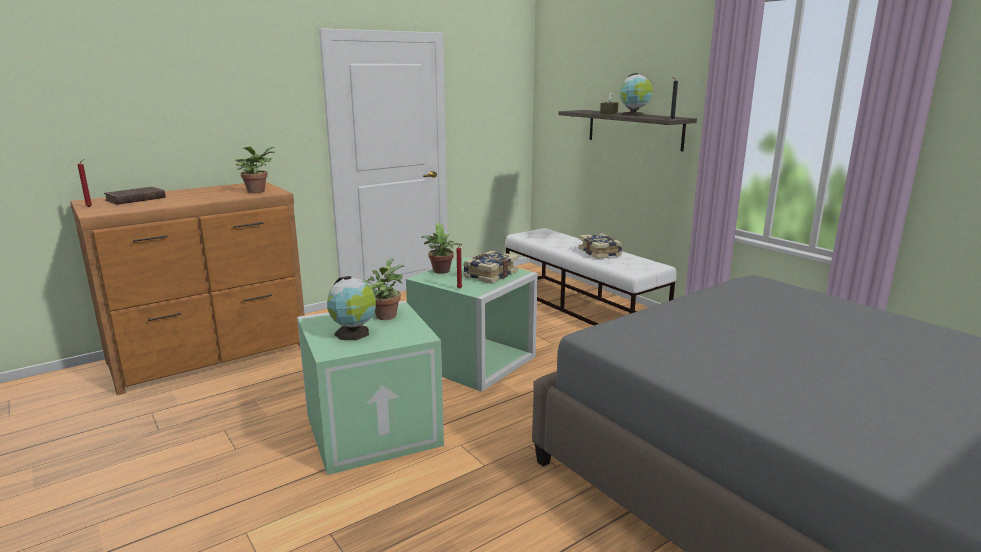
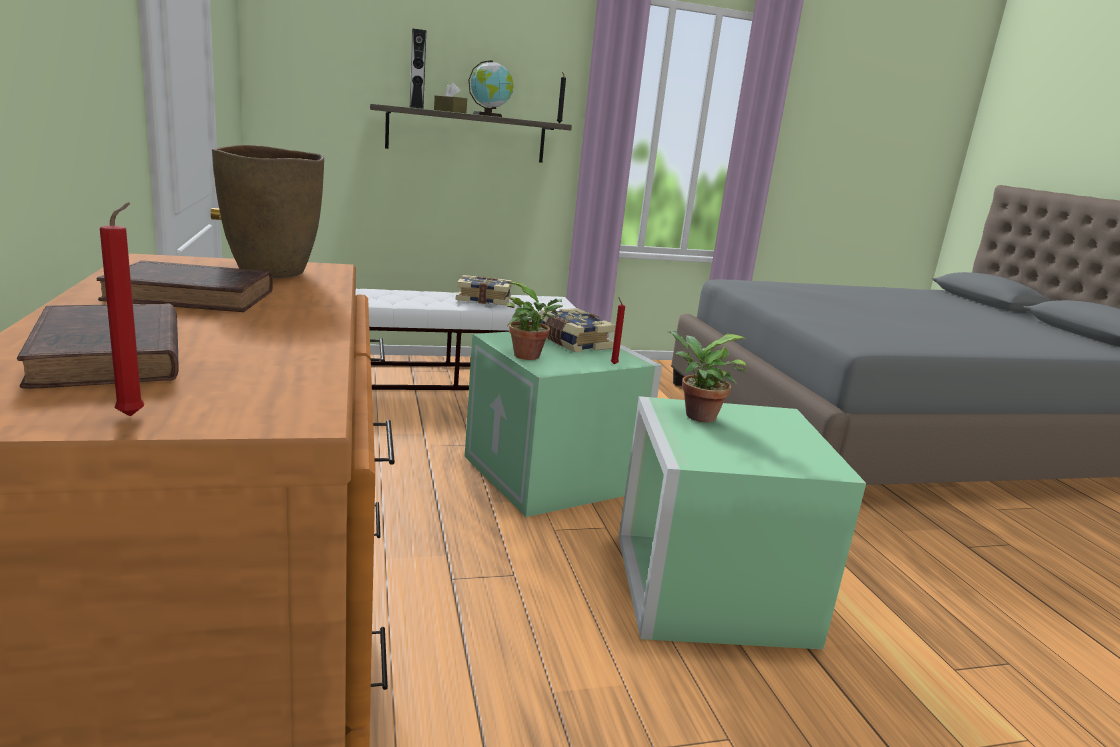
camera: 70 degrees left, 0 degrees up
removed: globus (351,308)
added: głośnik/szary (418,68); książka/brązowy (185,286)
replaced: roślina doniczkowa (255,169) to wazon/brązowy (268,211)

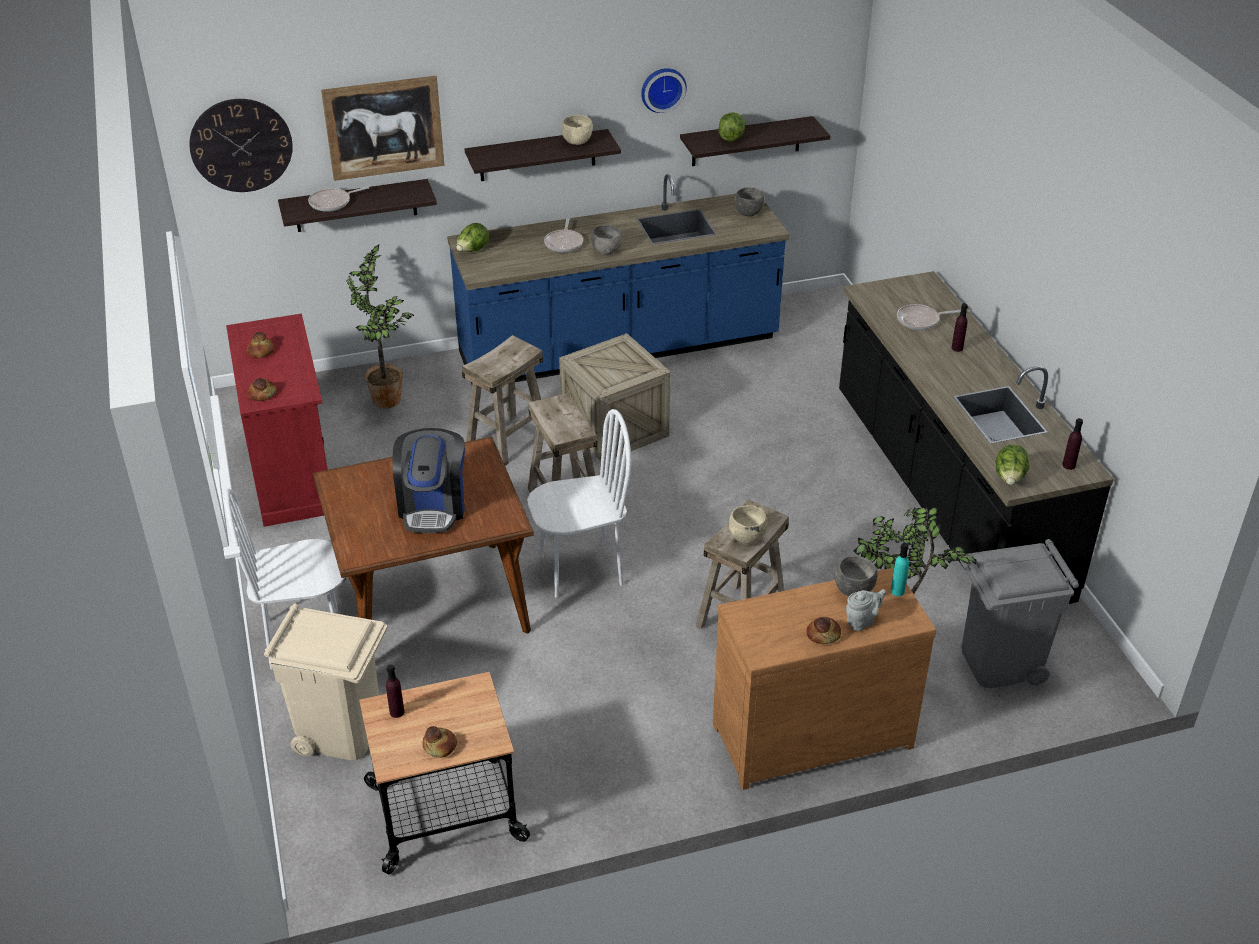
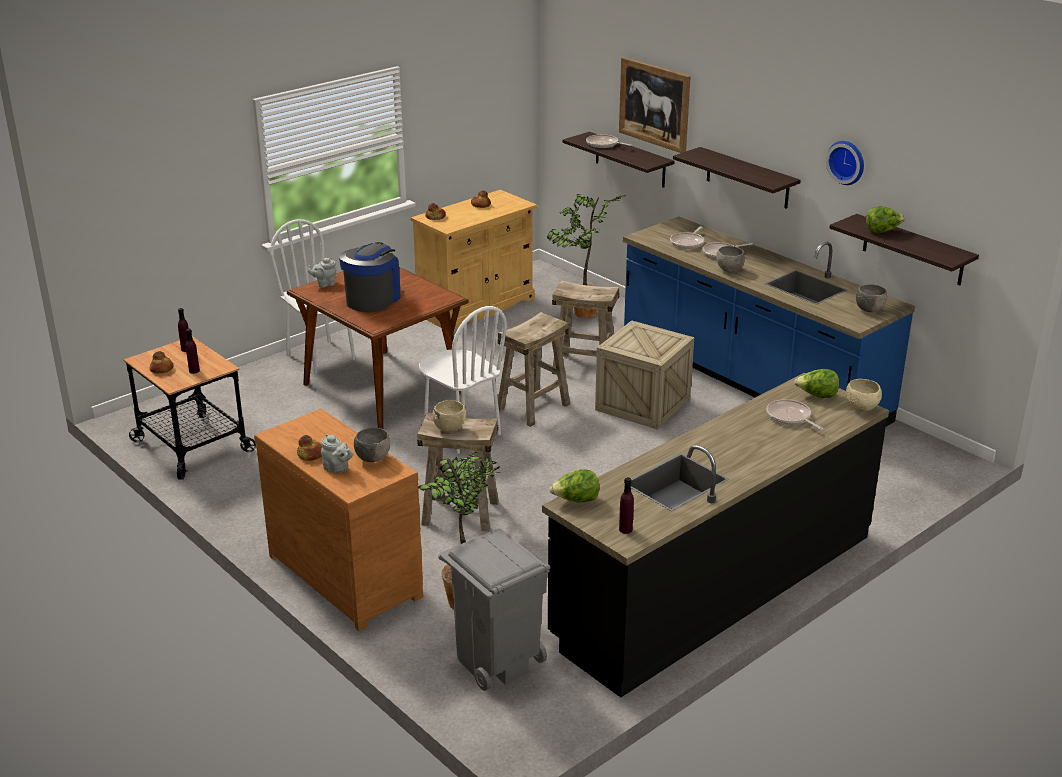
camera: 65 degrees right, 10 degrees down
removed: zegar ścienny (241,145); butelka/turkusowy (900,569); kosz na śmieci/beżowy (325,682)
added: patelnia (687,237); imbryk/szary (322,273)
moved: miska/beżowy (577,130) to (864,395); sałata (472,237) to (816,383); butelka/fioletowy (960,327) to (193,351)
recoloured: szafka/czerwony (277,420) to szafka/beżowy (474,260)
turned: ekspres do kawy (429,480) = (370,277) 135 degrees clockwise

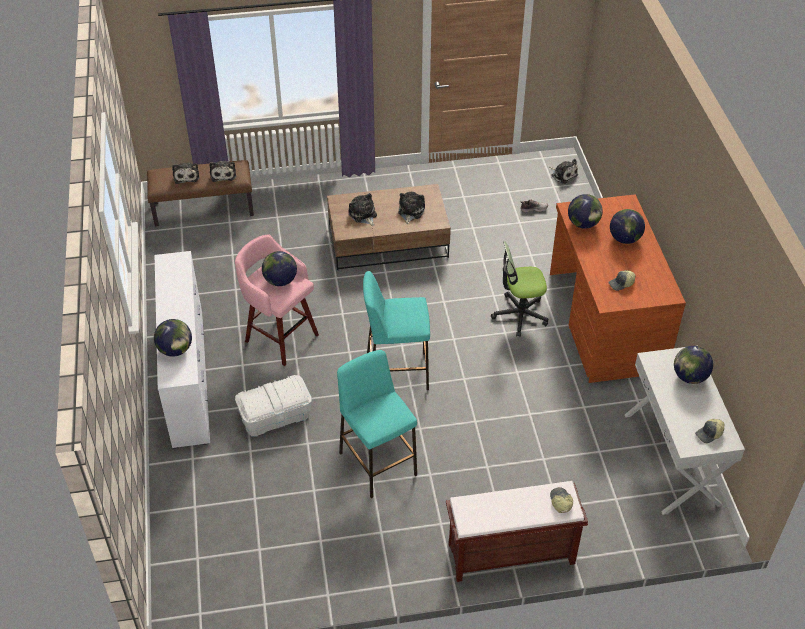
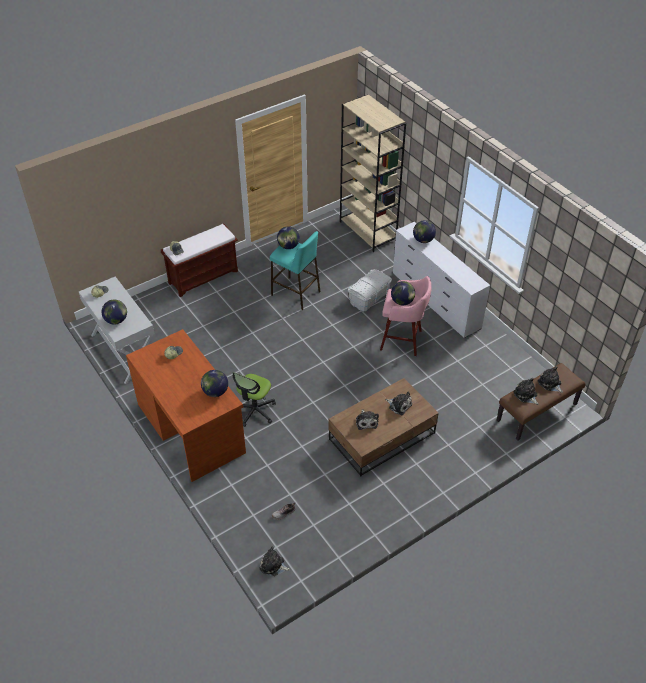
camera: 155 degrees right, 0 degrees up
removed: stołek/turkusowy (396,330)
added: regał/beżowy (373,173)
moved: globus (627,226) to (288,237)
turned: krzesło biurowe (519,289) = (254,399) 150 degrees clockwise

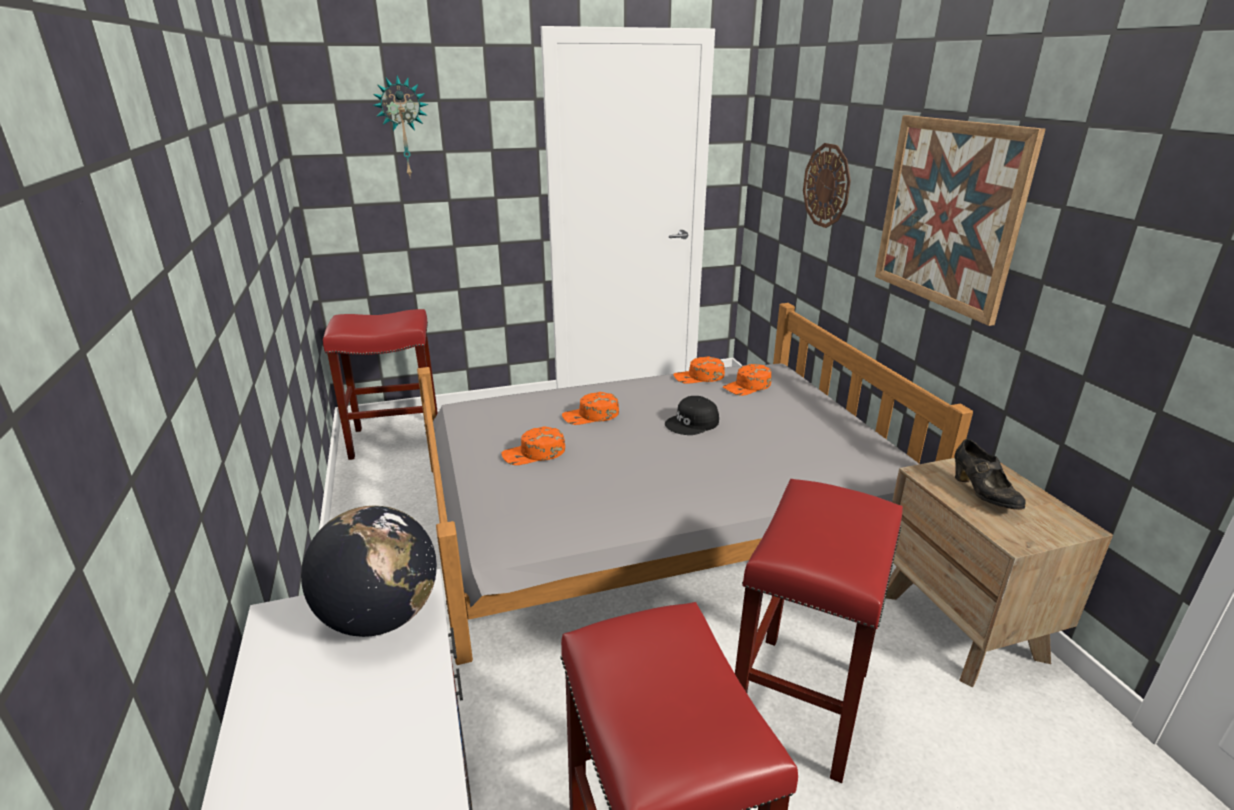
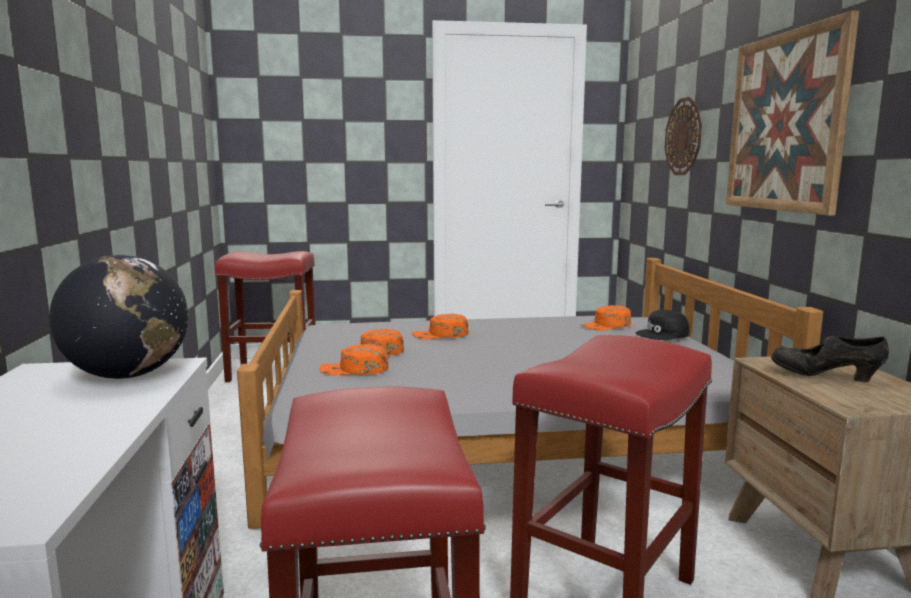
camera: 10 degrees right, 15 degrees down
removed: zegar ścienny (400,125)
moved: czapka z daszkiem/pomarańczowy (699,370) to (354,359); czapka z daszkiem/czarny (692,415) to (662,325)
turned: but/czarny (990,474) = (830,359) 120 degrees clockwise

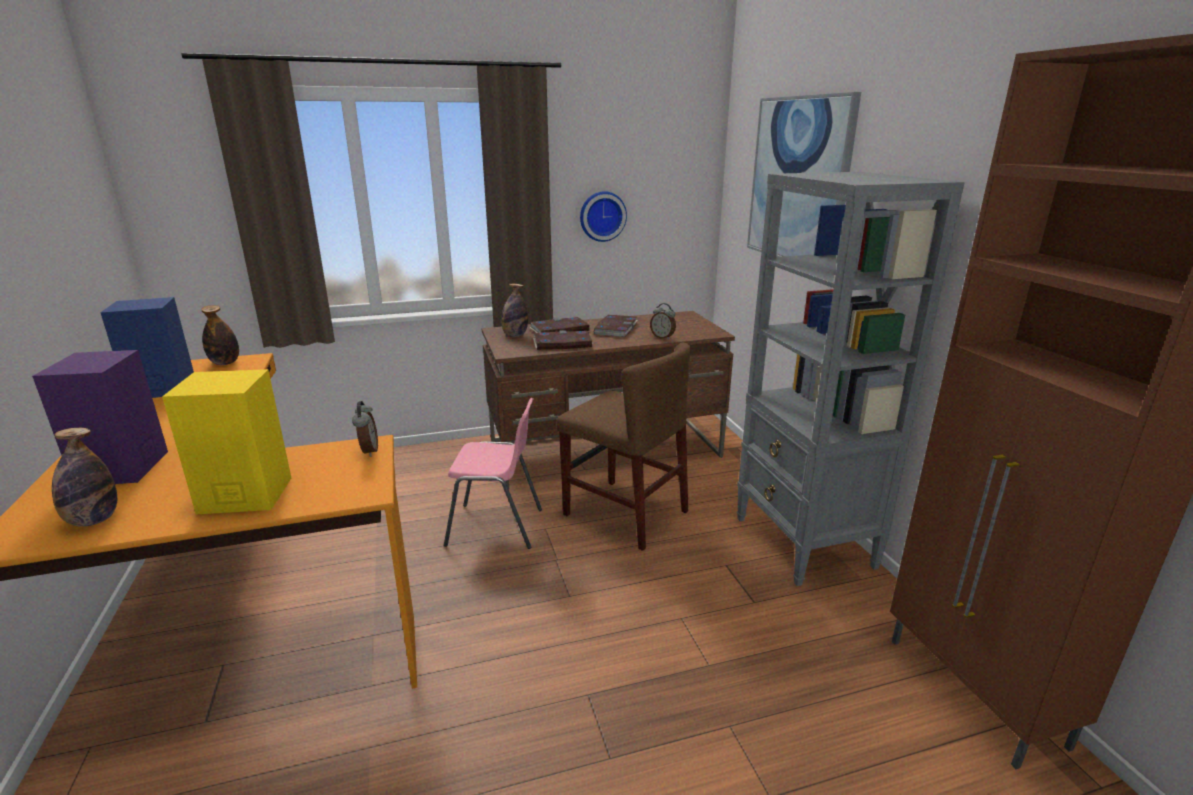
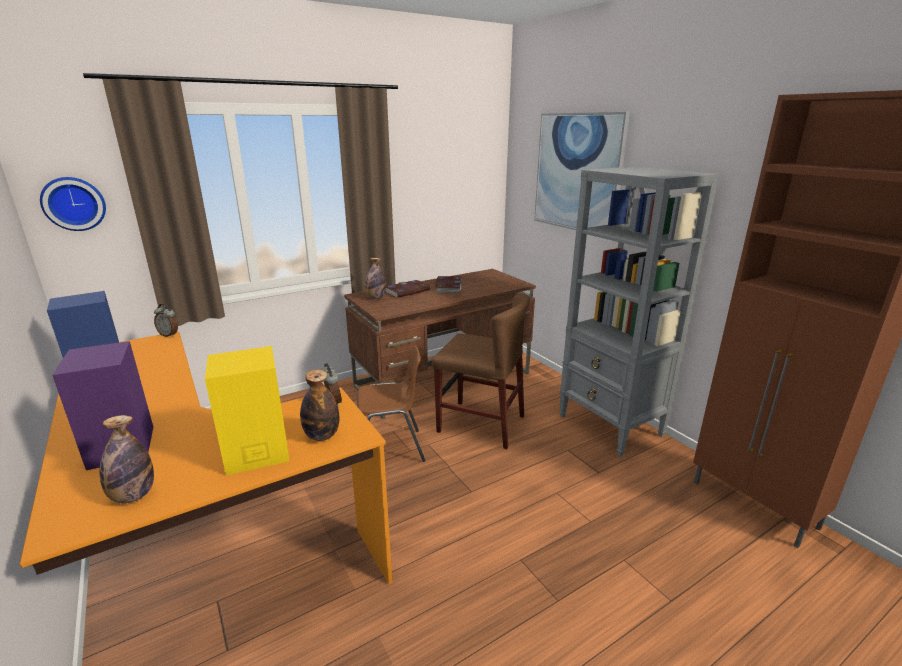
camera: 15 degrees left, 0 degrees up
removed: książka (563,340)
moved: zegar ścienny (603,216) to (73,204); budzik (663,321) to (166,320); butelka (220,335) to (319,405)
recoloured: krzesło/różowy (493,473) to krzesło/brązowy (391,404)

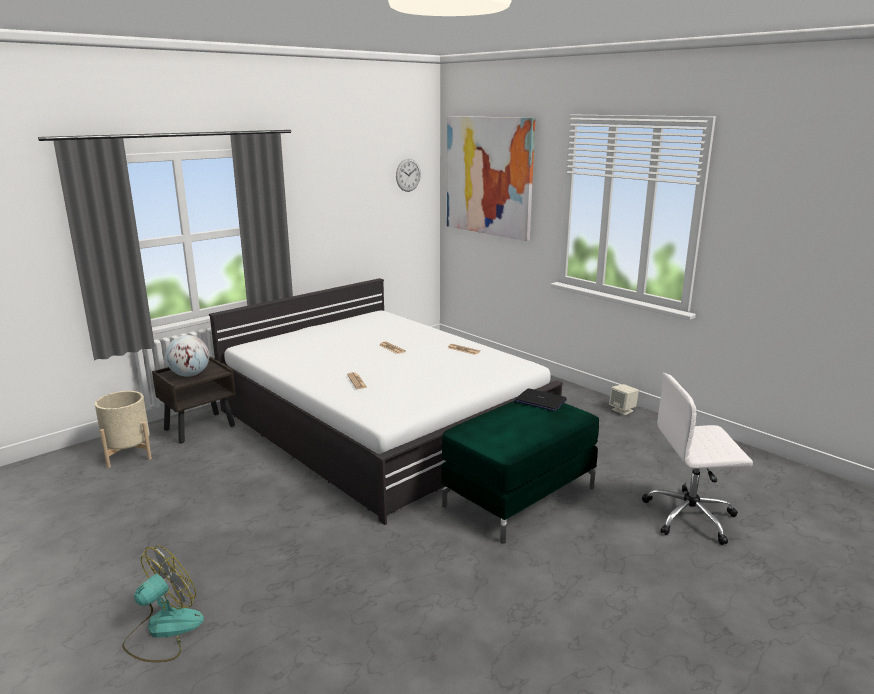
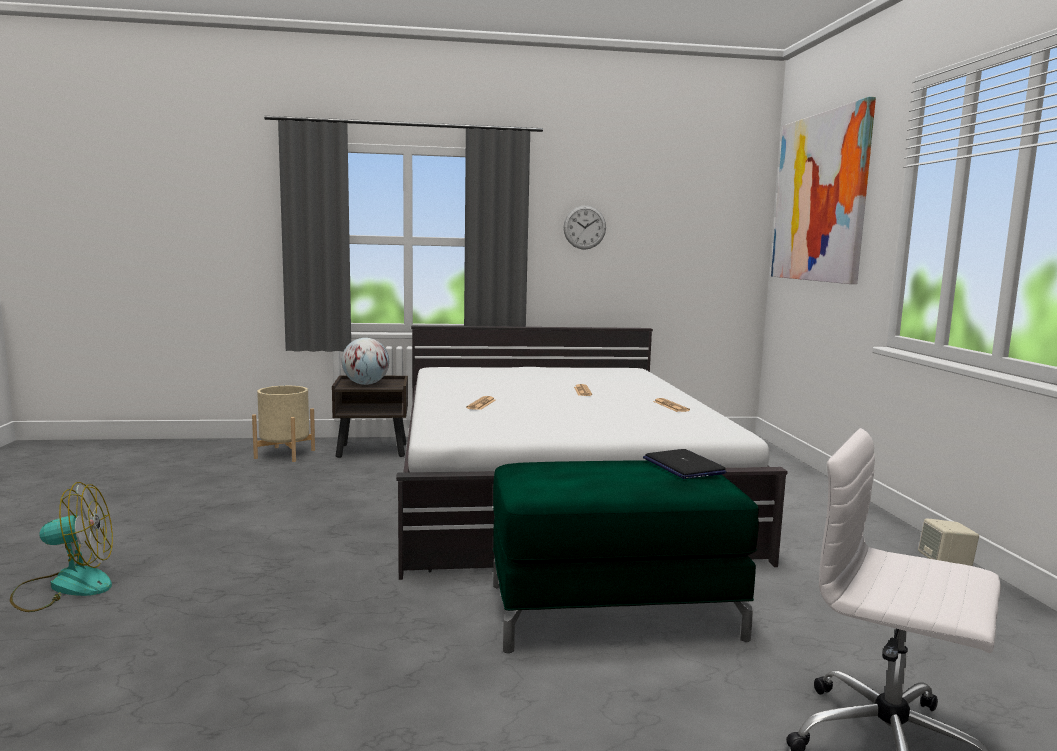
camera: 35 degrees right, 10 degrees down
moved: zegar ścienny (408,175) to (585,227)

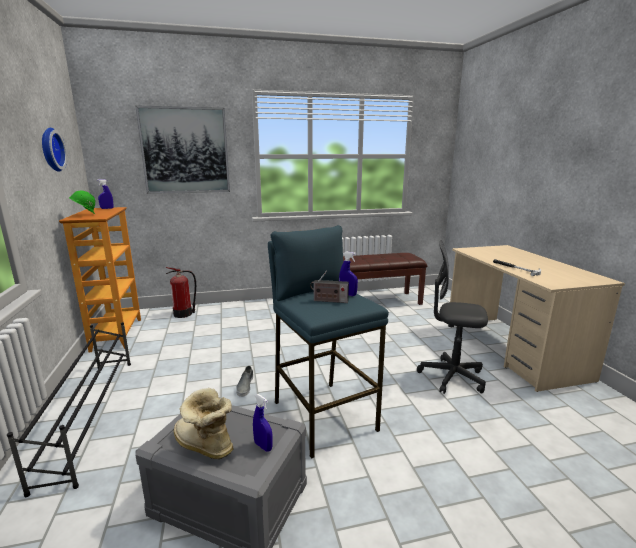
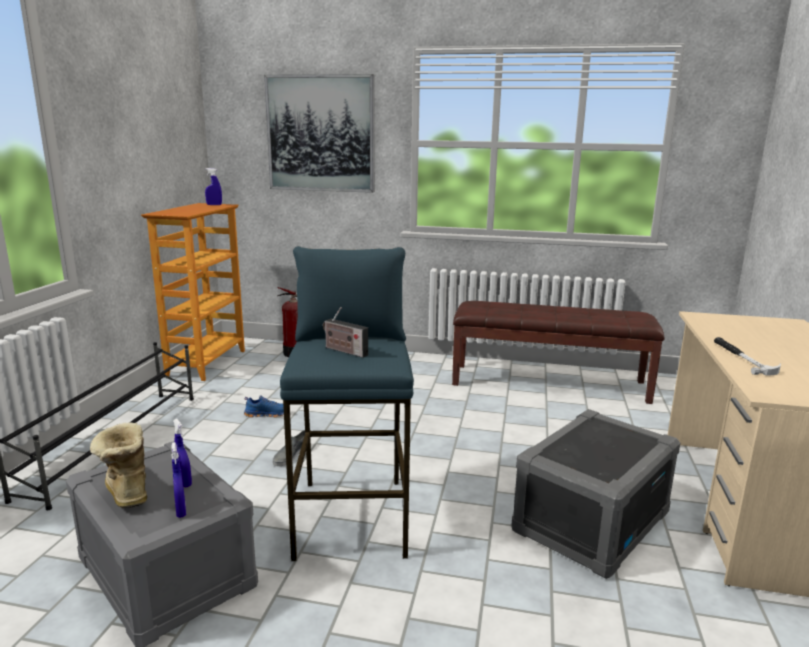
camera: 25 degrees right, 0 degrees up
removed: zegar ścienny (54,150); kask/zielony (82,202)
added: but/niebieski (264,406)
moved: spryskiwacz/niebieski (348,273) to (182,453)
replaced: krzesło biurowe/szary (452,317) to pojemnik do przechowywania/szary (595,494)

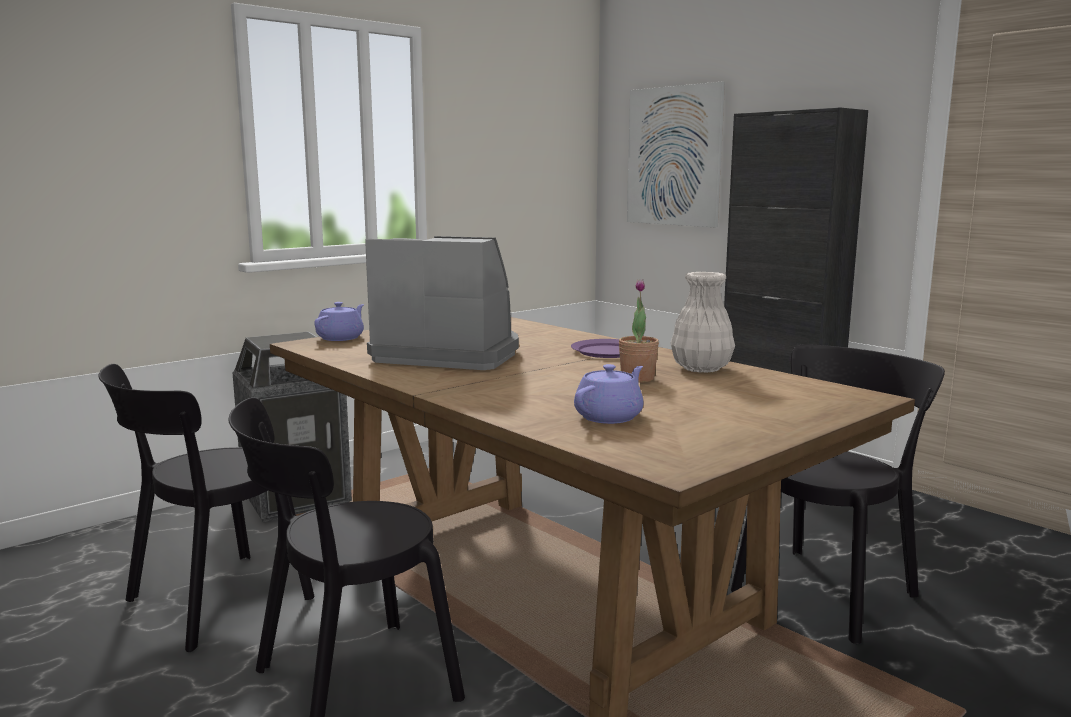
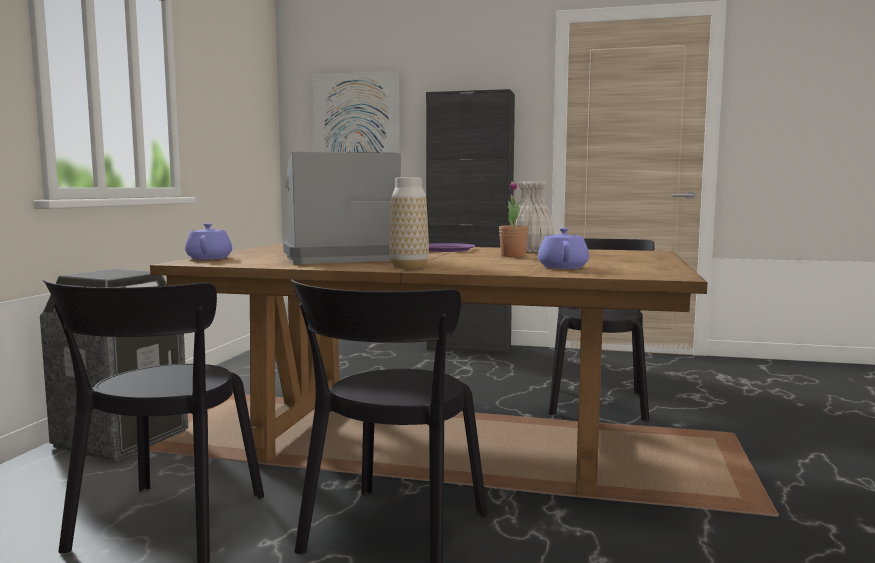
camera: 35 degrees left, 5 degrees down
added: wazon (409,223)

